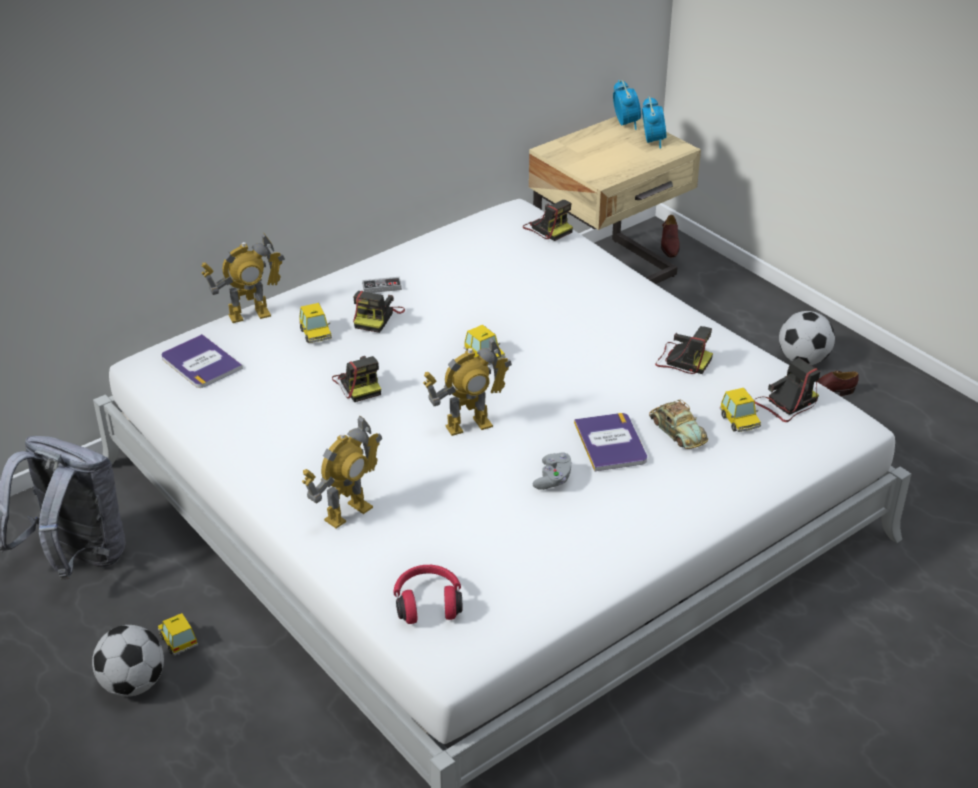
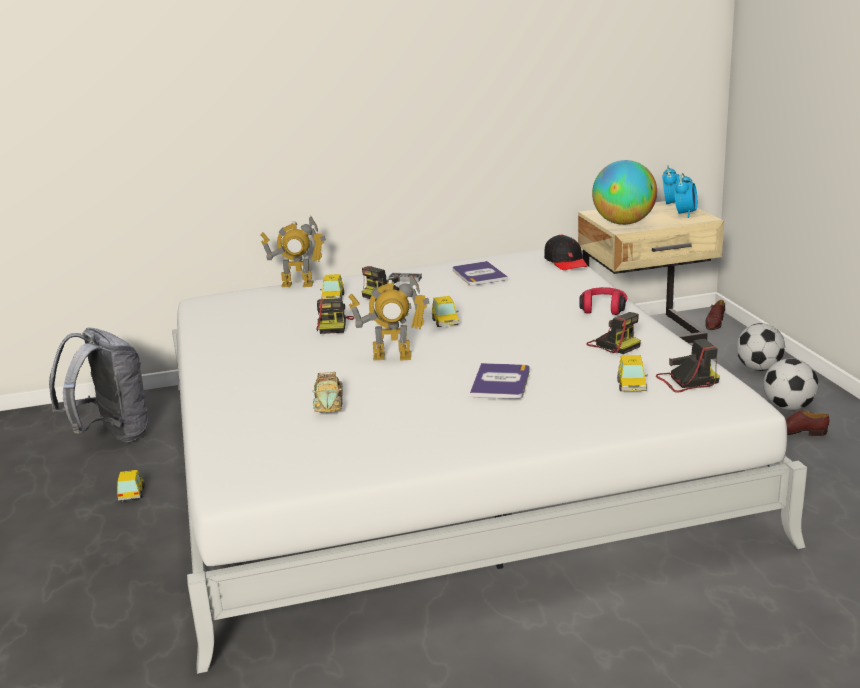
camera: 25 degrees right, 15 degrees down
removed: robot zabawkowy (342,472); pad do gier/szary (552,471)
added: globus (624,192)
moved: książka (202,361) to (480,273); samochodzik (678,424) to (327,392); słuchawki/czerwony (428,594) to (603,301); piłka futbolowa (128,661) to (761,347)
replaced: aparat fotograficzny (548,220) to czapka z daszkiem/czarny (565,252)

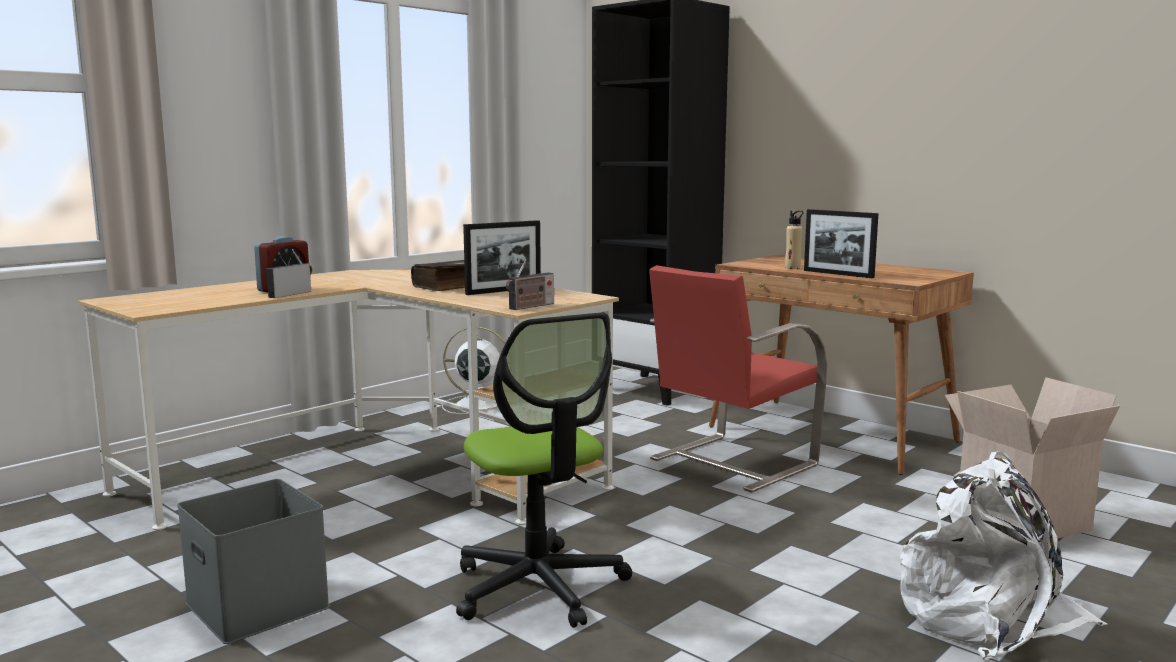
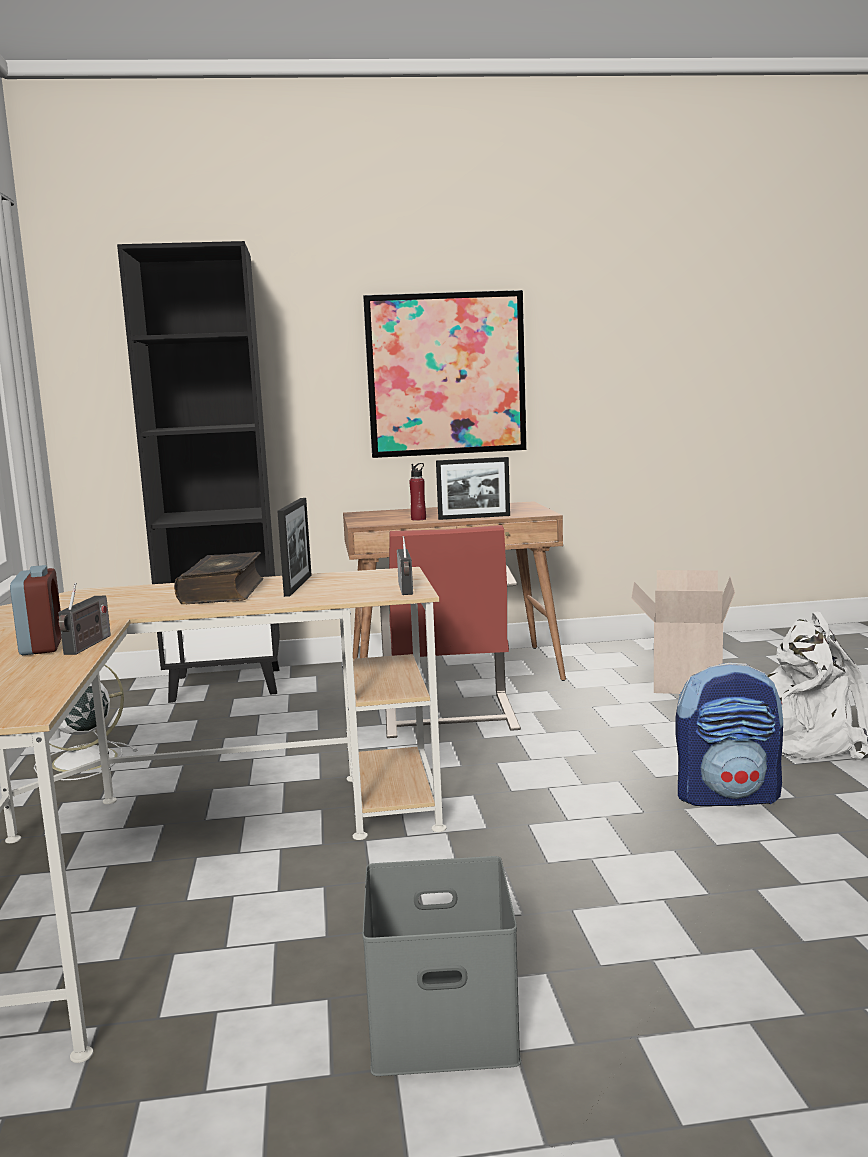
camera: 50 degrees left, 0 degrees up
removed: krzesło biurowe (544,470)
added: obraz (445,374); plecak (729,734)
recoloured: butelka/beżowy (794,240) to butelka/czerwony (417,492)
turned: radio (289,273) = (84,619) 150 degrees counterclockwise

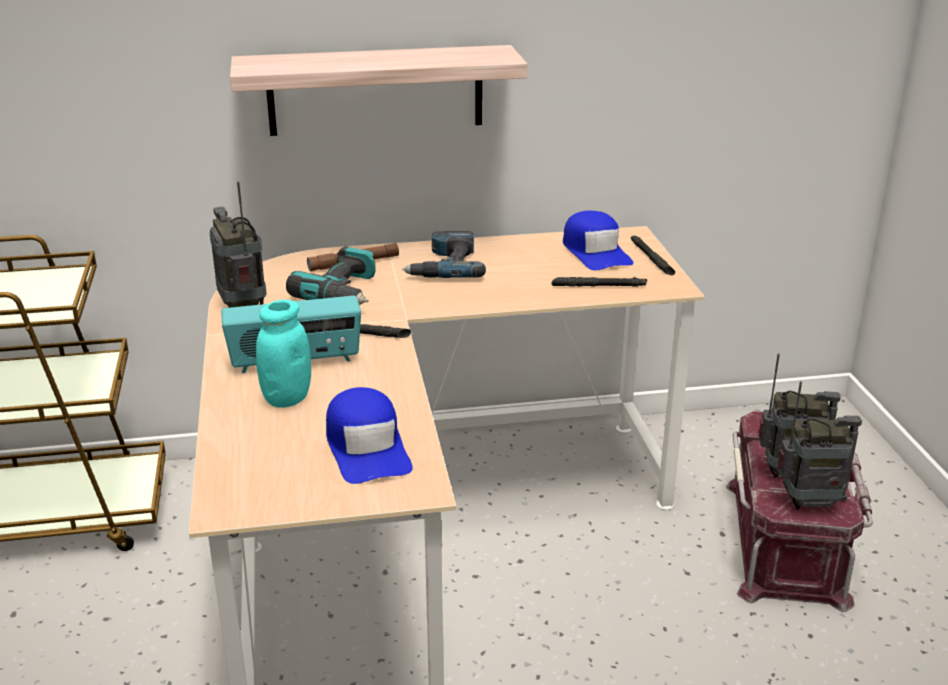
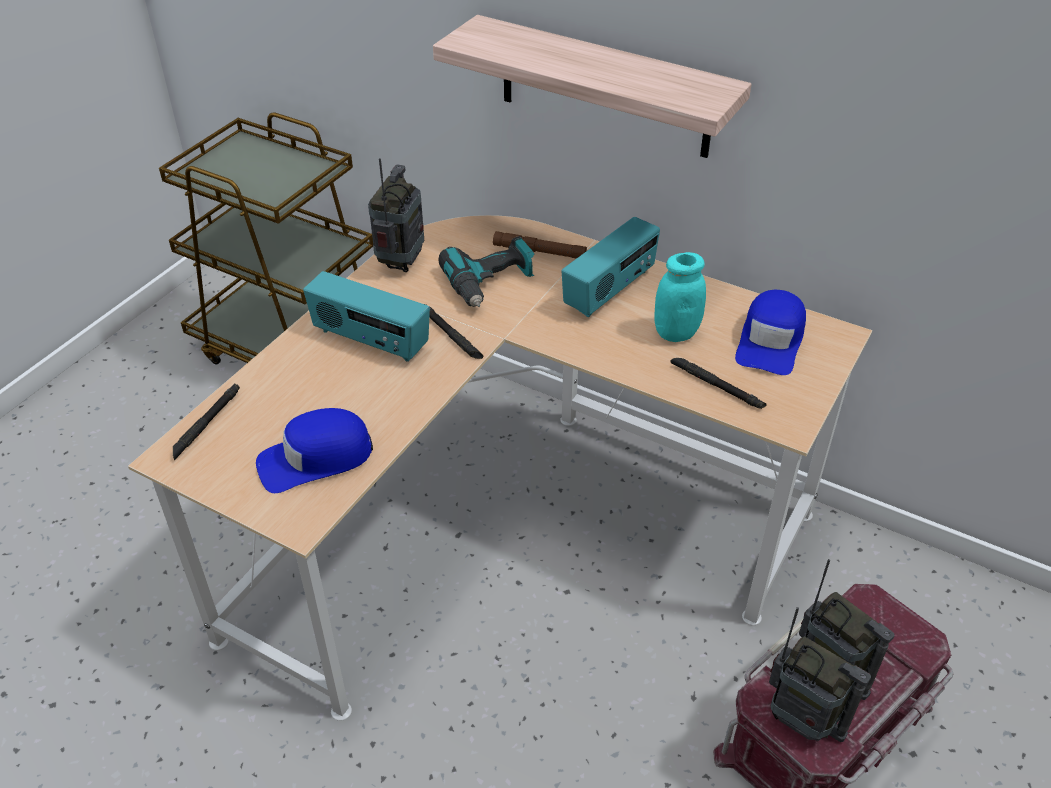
camera: 40 degrees right, 15 degrees up
moved: latarka/czarny (653,255) to (206,421); słoik/turkusowy (283,354) to (680,297)
replaced: wiertarka (444,254) to radio (611,267)
turned: czapka z daszkiem/niebieski (369,435) = (314,450) 45 degrees clockwise

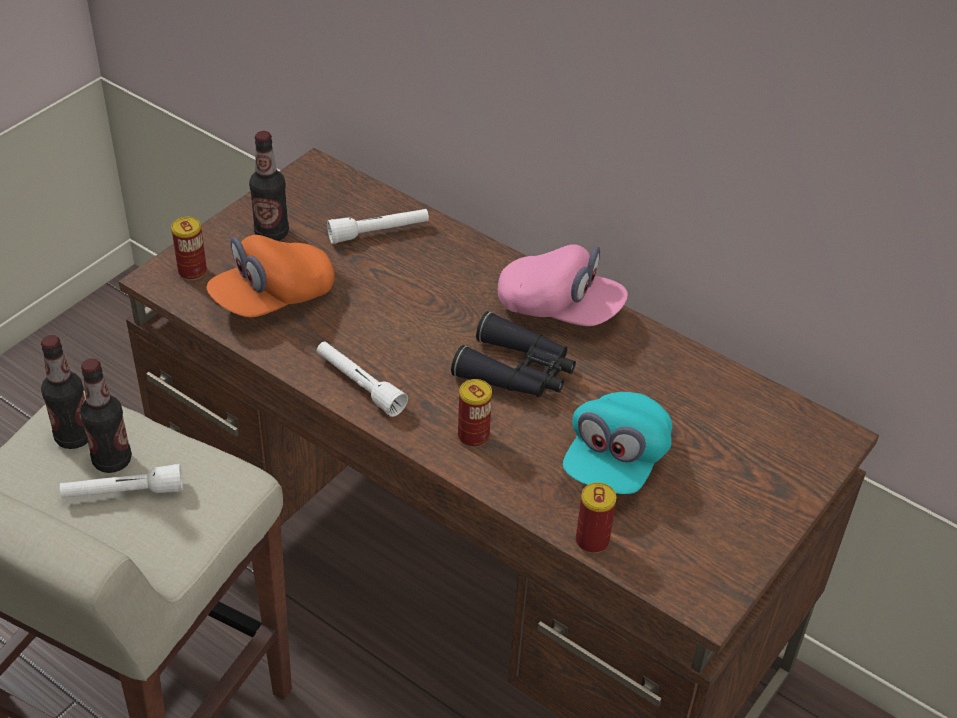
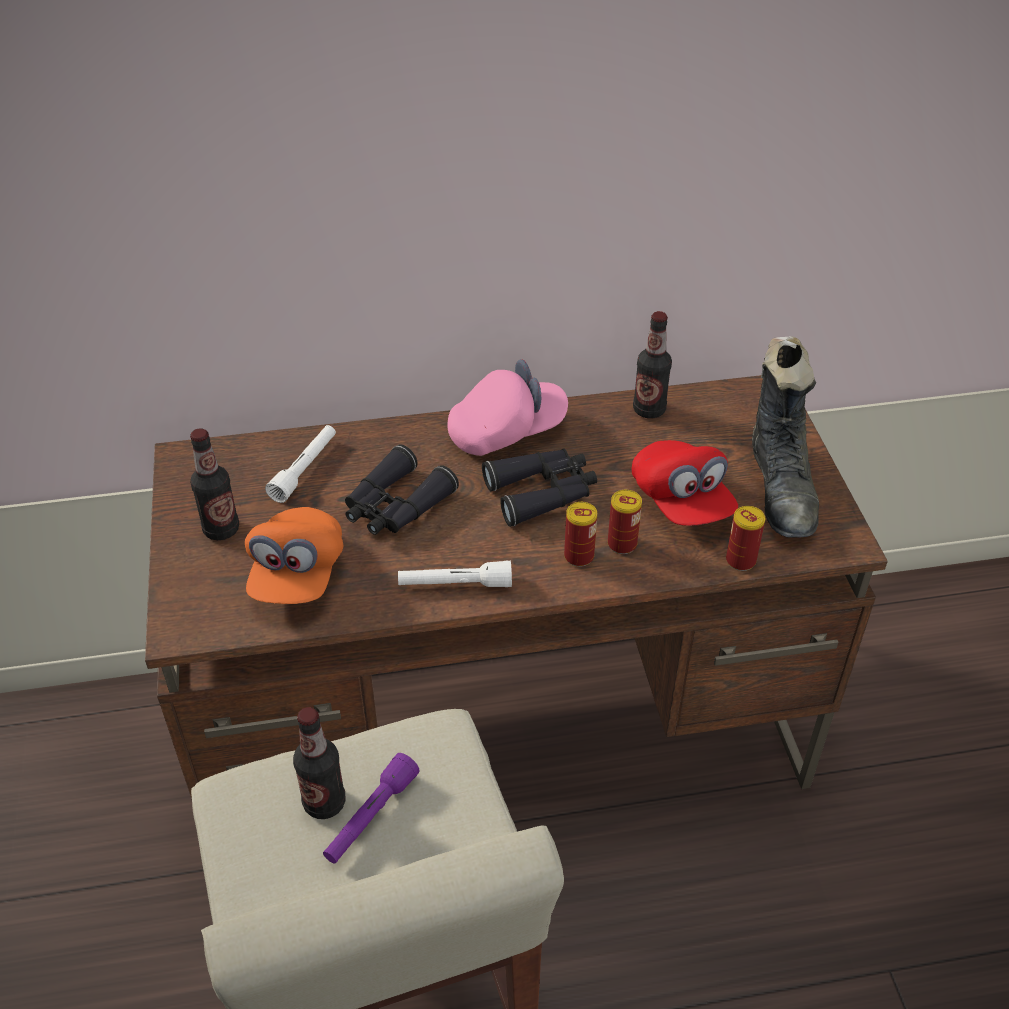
camera: 45 degrees left, 0 degrees up
added: but z cholewką/czarny (785,437); lornetka/czarny (402,489)
moved: puszka (189,248) to (625,522); butelka (64,392) to (652,364)
recoloured: czapka z daszkiem/turkusowy (617,443) to czapka z daszkiem/czerwony (685,483); latarka/biały (121,481) to latarka/fioletowy (371,808)

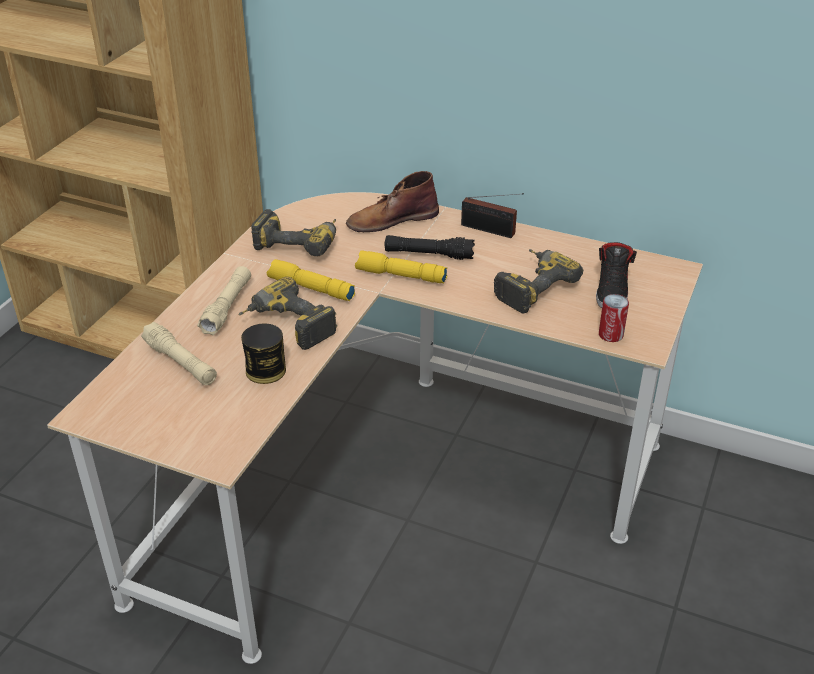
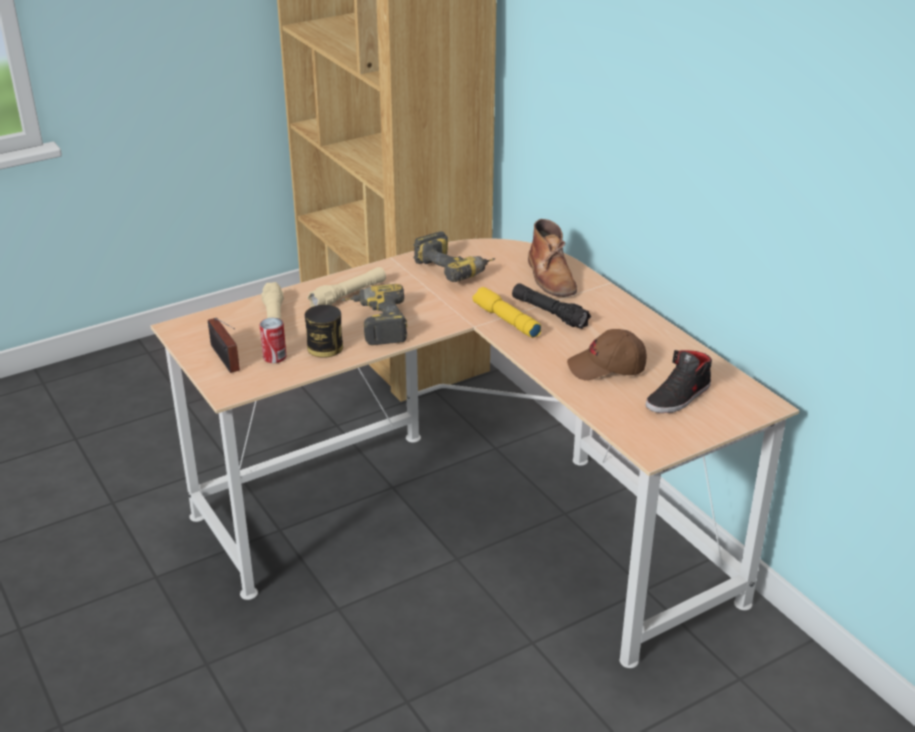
camera: 35 degrees right, 5 degrees down
removed: latarka/żółty (311,280)
moved: radio (492,215) to (224,345); puszka (614,318) to (273,340)
replaced: wiertarka (538,281) to czapka z daszkiem/brązowy (607,355)
turned: but z cholewką/brązowy (392,201) = (552,258) 120 degrees counterclockwise

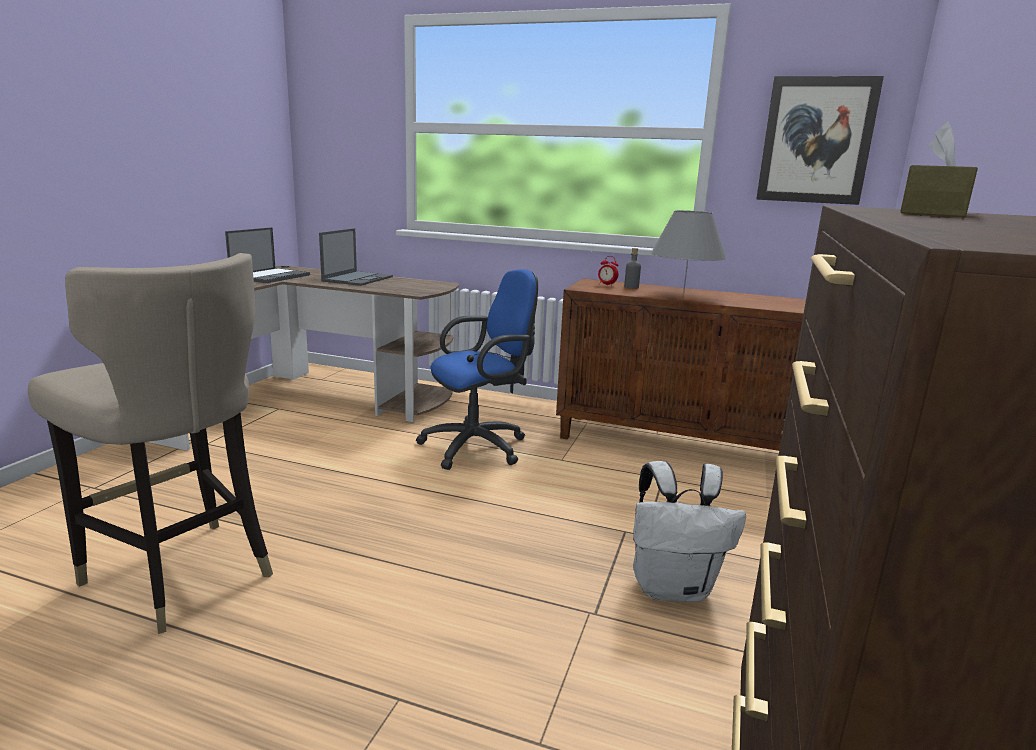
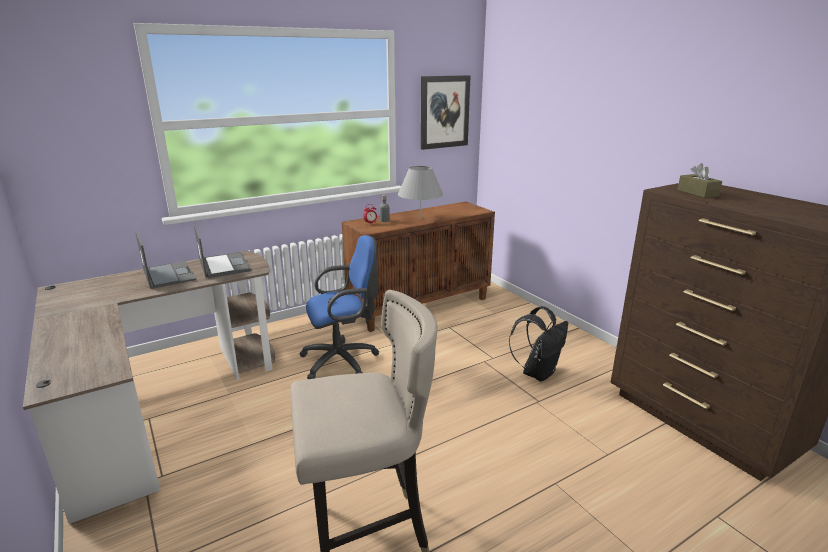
camera: 50 degrees left, 5 degrees up
moved: laptop (267,255) to (222,251)
recoloured: plecak/biały (689,531) to plecak/czarny (538,344)
turned: krzesło biurowe/niebieski (477,369) = (339,307) 60 degrees clockwise

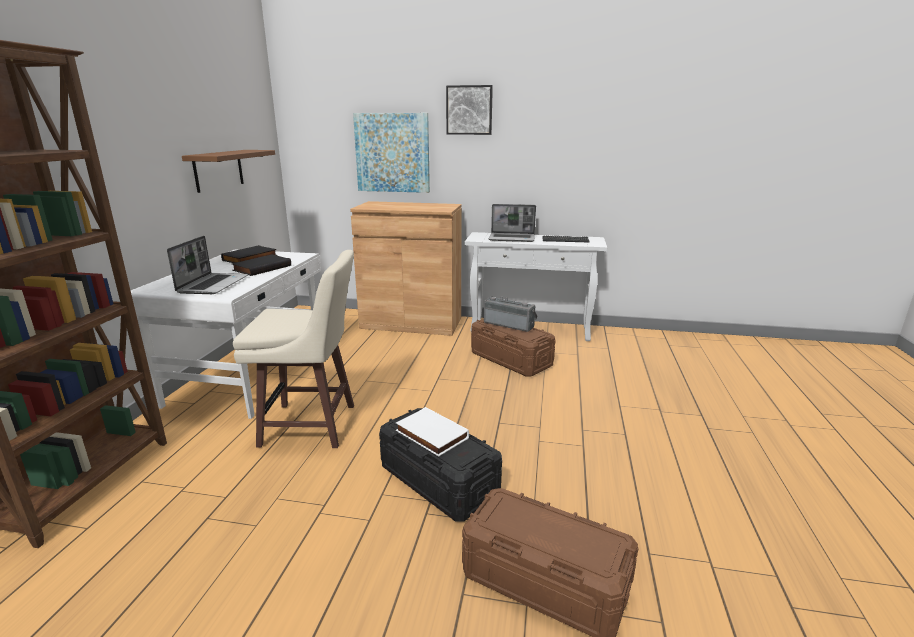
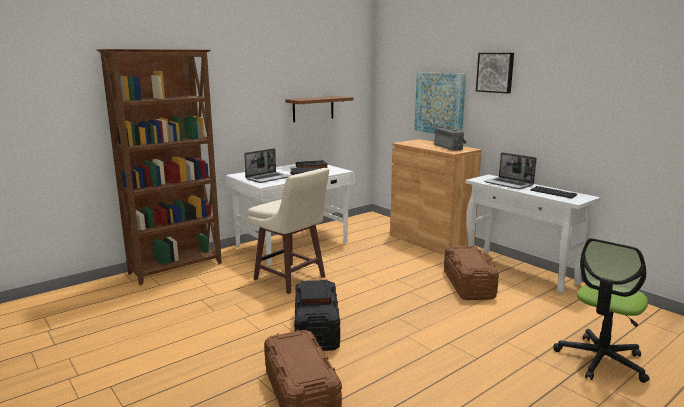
camera: 40 degrees right, 5 degrees down
added: krzesło biurowe (601,310)
moved: radio (511,314) to (450,138)
recoloured: książka/biały (432,431) to książka/czarny (315,292)

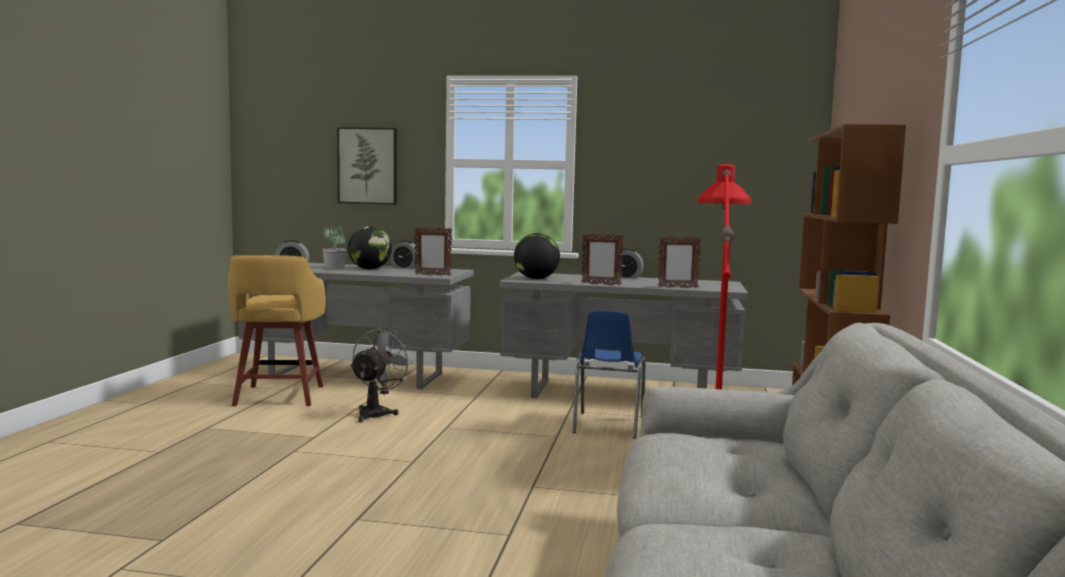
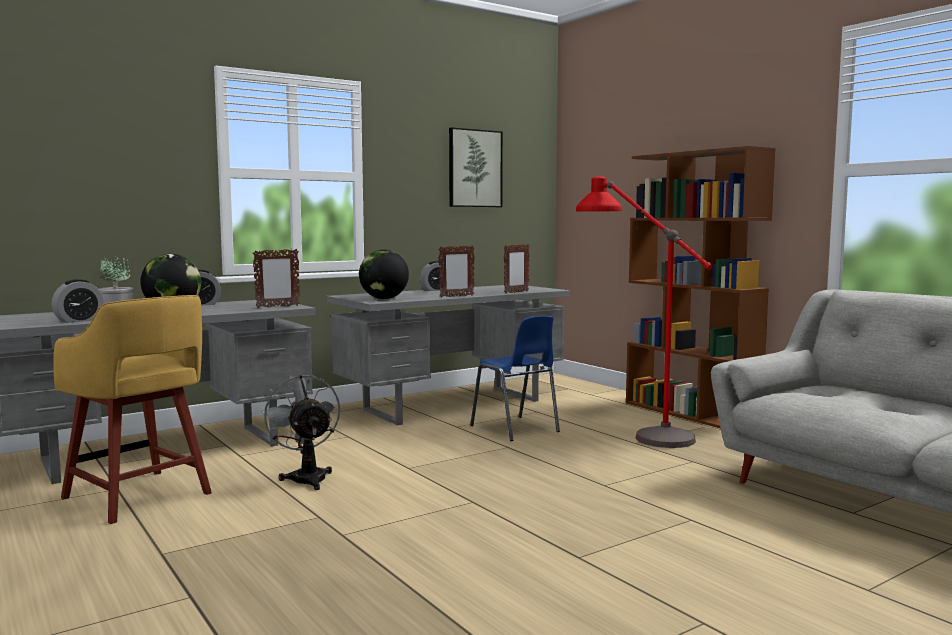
camera: 45 degrees left, 0 degrees up
moved: obraz (367,165) to (476,167)

